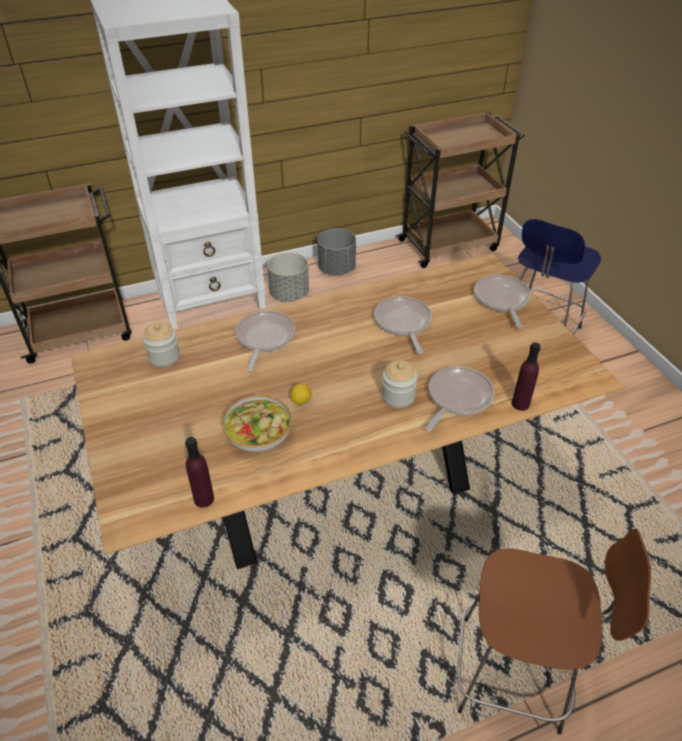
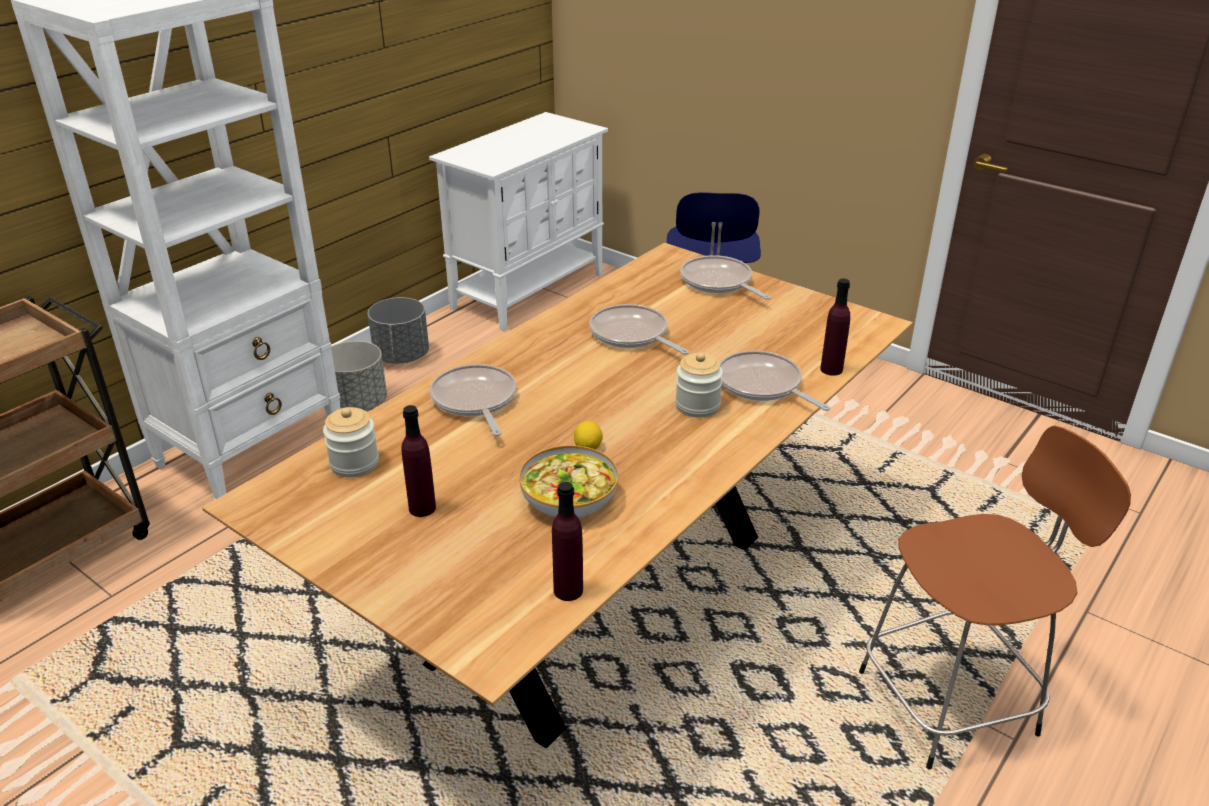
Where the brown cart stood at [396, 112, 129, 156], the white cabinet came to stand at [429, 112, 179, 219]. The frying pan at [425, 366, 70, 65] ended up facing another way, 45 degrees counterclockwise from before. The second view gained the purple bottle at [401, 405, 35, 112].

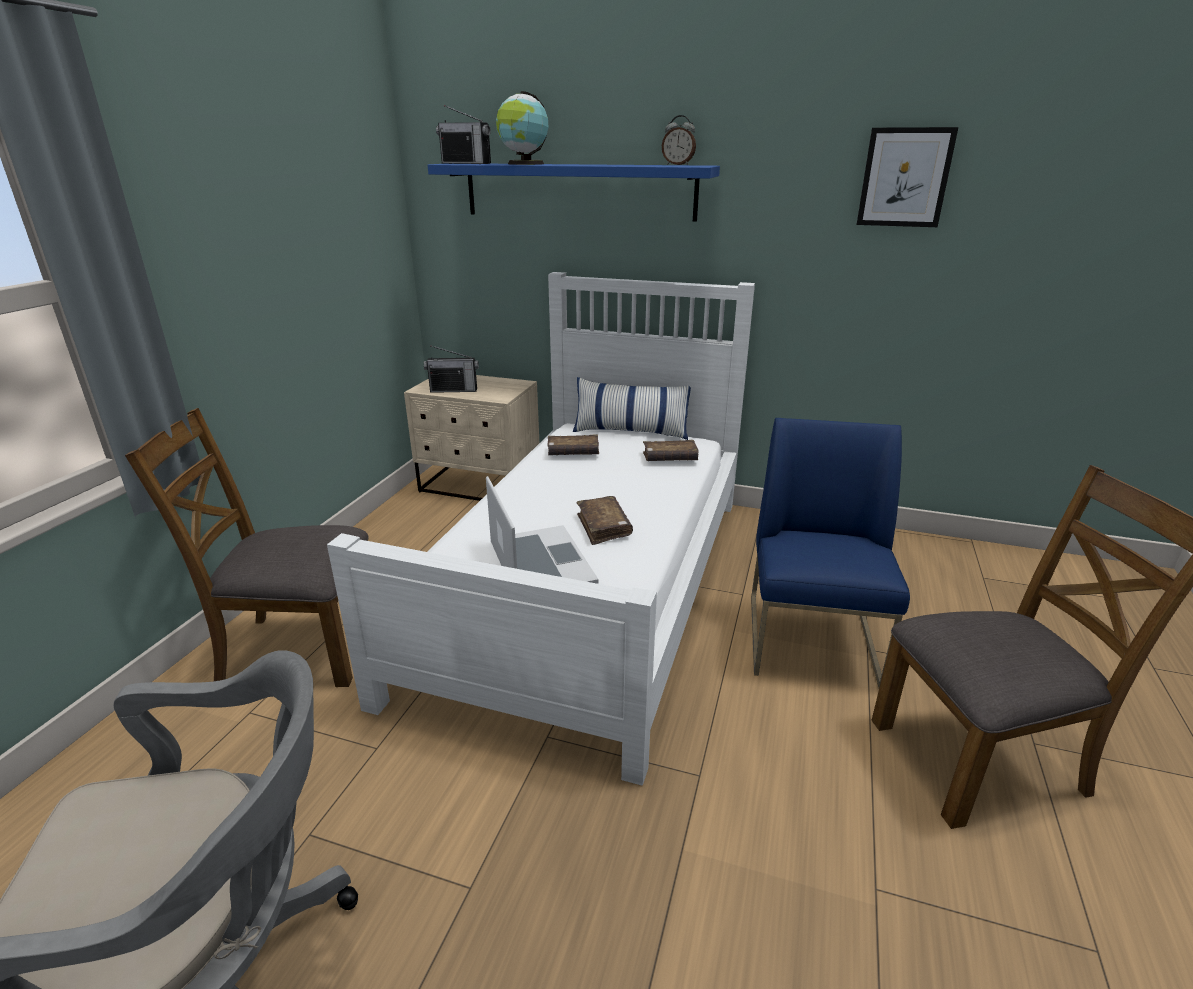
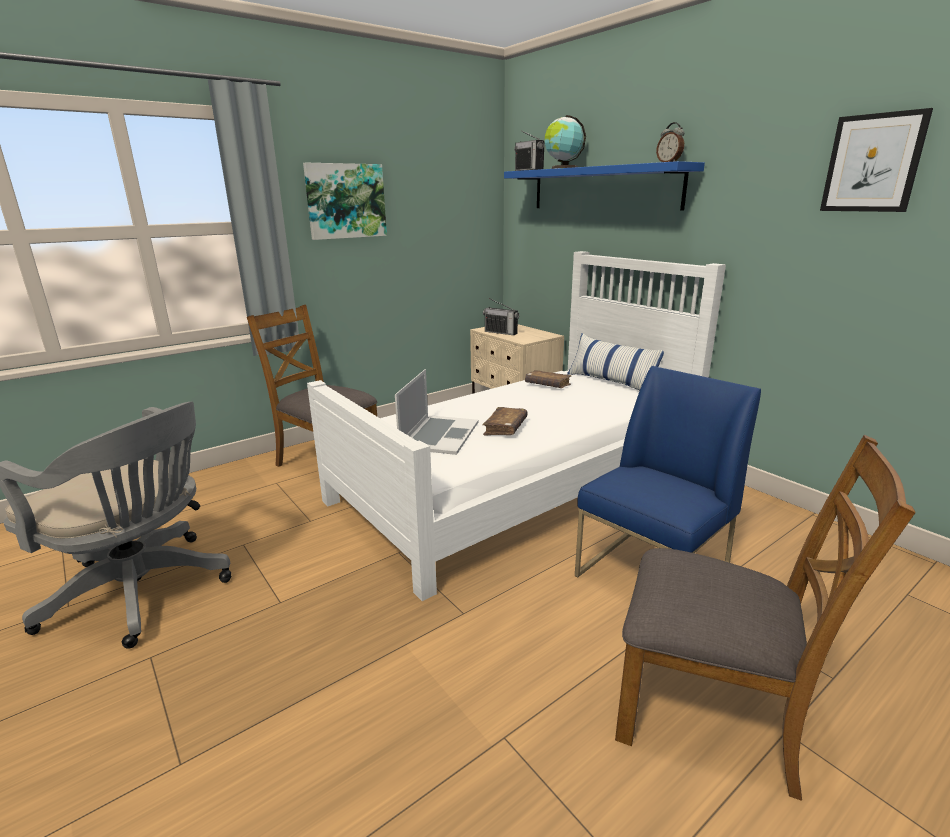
The second view lost the brown book at [643, 440, 56, 21]. The second view gained the picture at [303, 163, 84, 77].

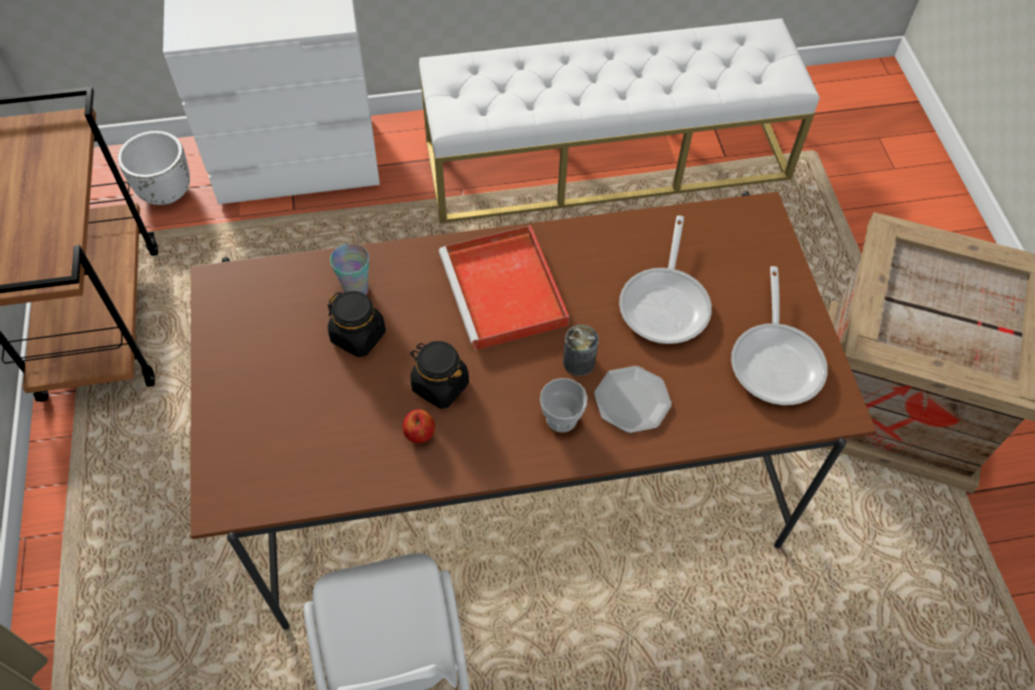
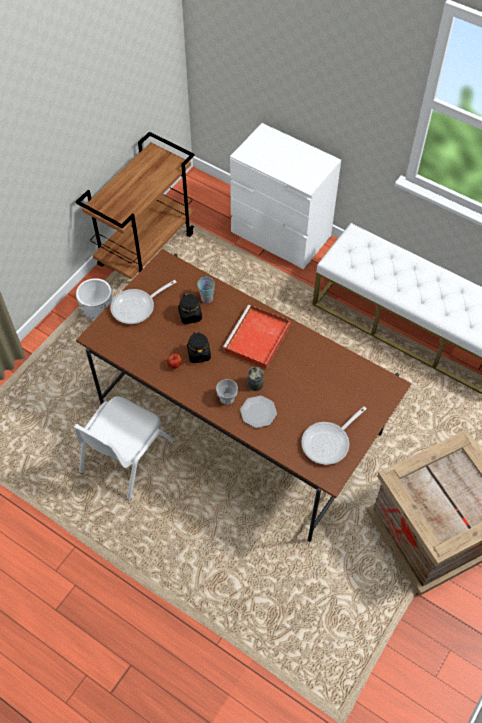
The white planter ended up elsewhere, having gone from [118, 131, 72, 74] to [76, 278, 37, 41]. The frying pan ended up elsewhere, having gone from [619, 215, 93, 129] to [110, 280, 66, 44].

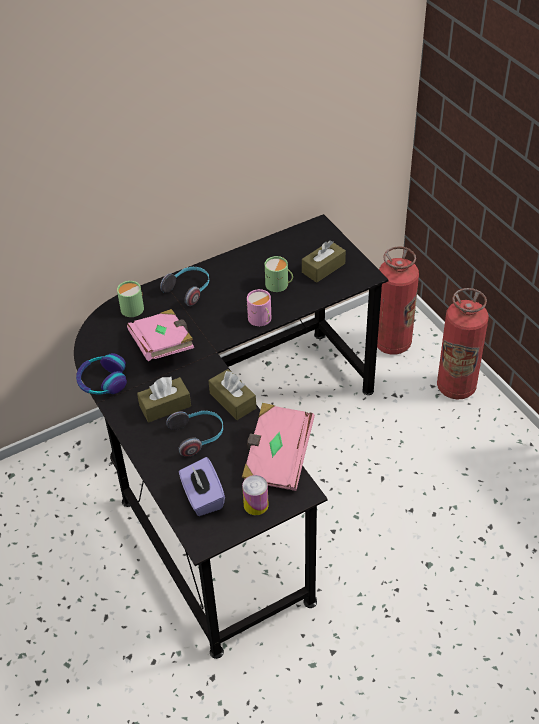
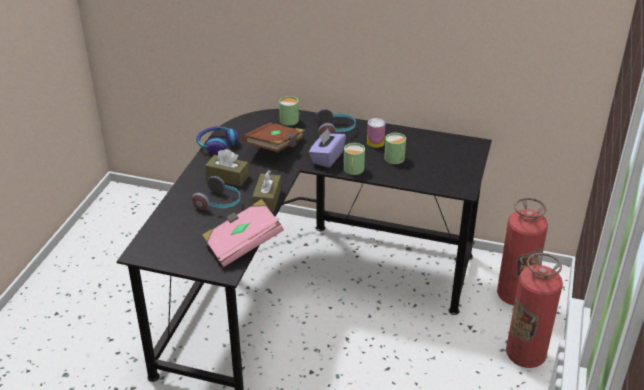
What was the pink book at [127, 309, 67, 52] turned into the brown book at [242, 122, 63, 30]. The purple tissue box ended up elsewhere, having gone from [179, 457, 46, 59] to [309, 128, 37, 40]. The can ended up elsewhere, having gone from [242, 475, 27, 40] to [367, 118, 19, 30]. What was the pink mug at [246, 289, 25, 37] turned into the green mug at [343, 143, 22, 32]. The second view lost the brown tissue box at [302, 240, 44, 43].

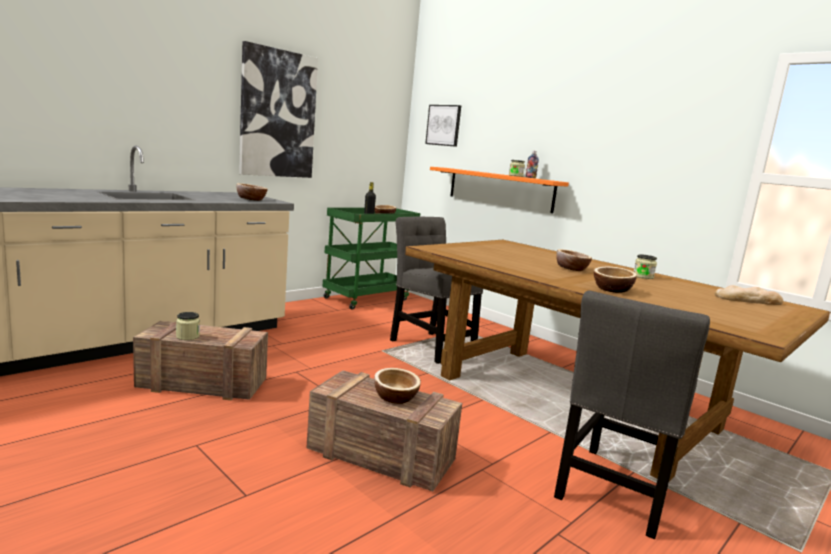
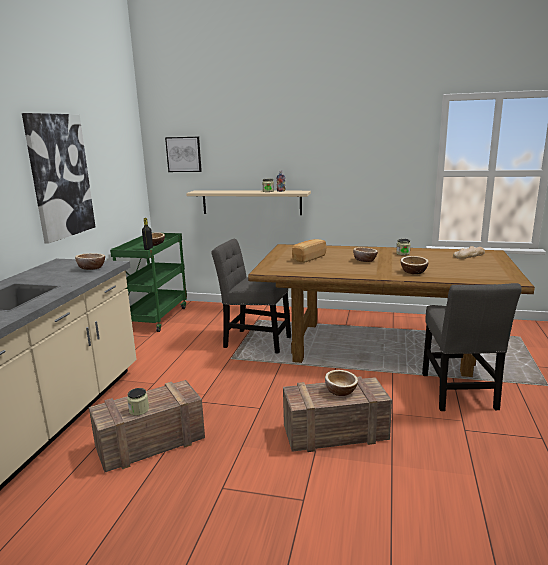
What was the orange shelf at [430, 167, 139, 46] turned into the beige shelf at [186, 190, 125, 25]. The second view gained the bread at [292, 239, 34, 24].

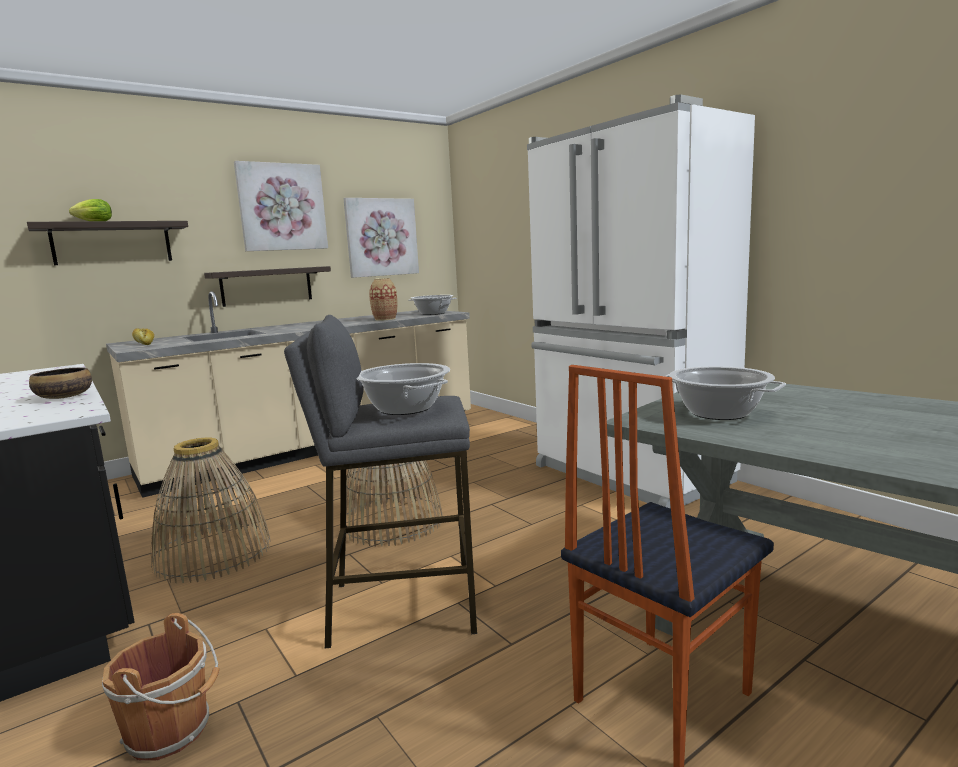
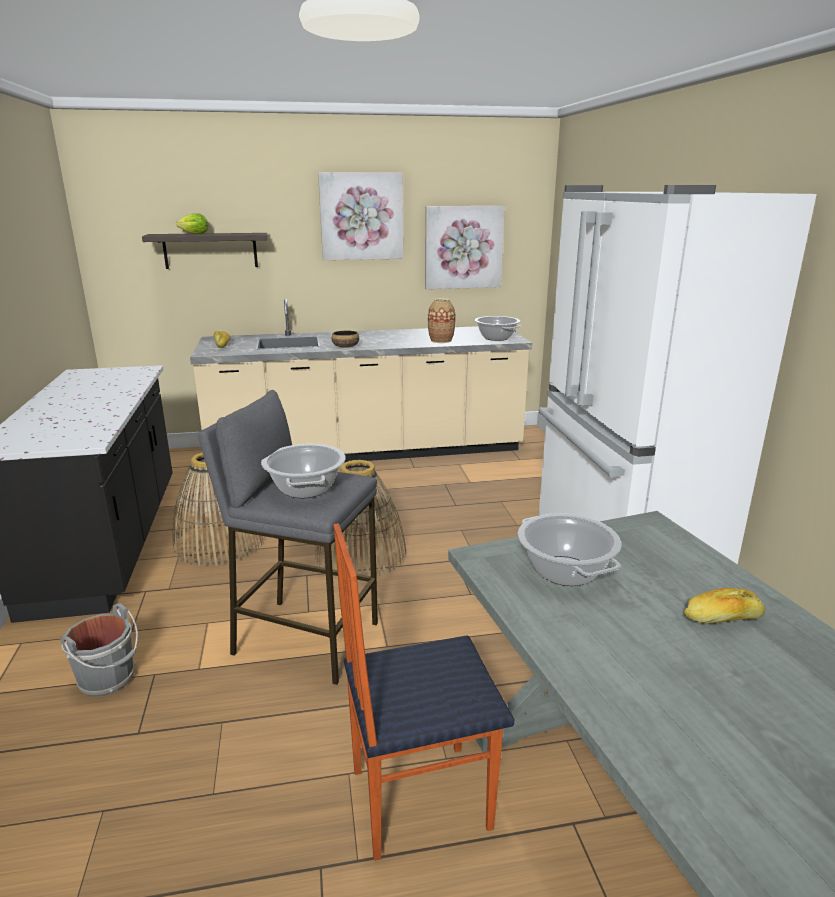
The bowl ended up elsewhere, having gone from [29, 368, 63, 31] to [332, 331, 27, 17]. What was the brown bucket at [102, 613, 118, 148] turned into the grey bucket at [60, 603, 78, 94]. The second view lost the shelf at [204, 266, 127, 41]. The second view gained the bread at [684, 588, 81, 36].

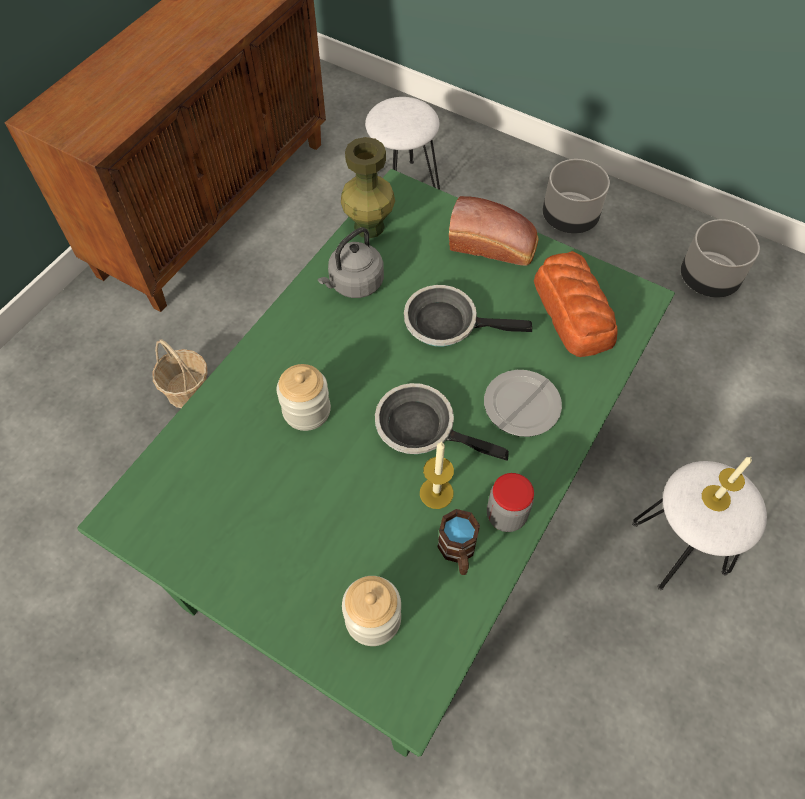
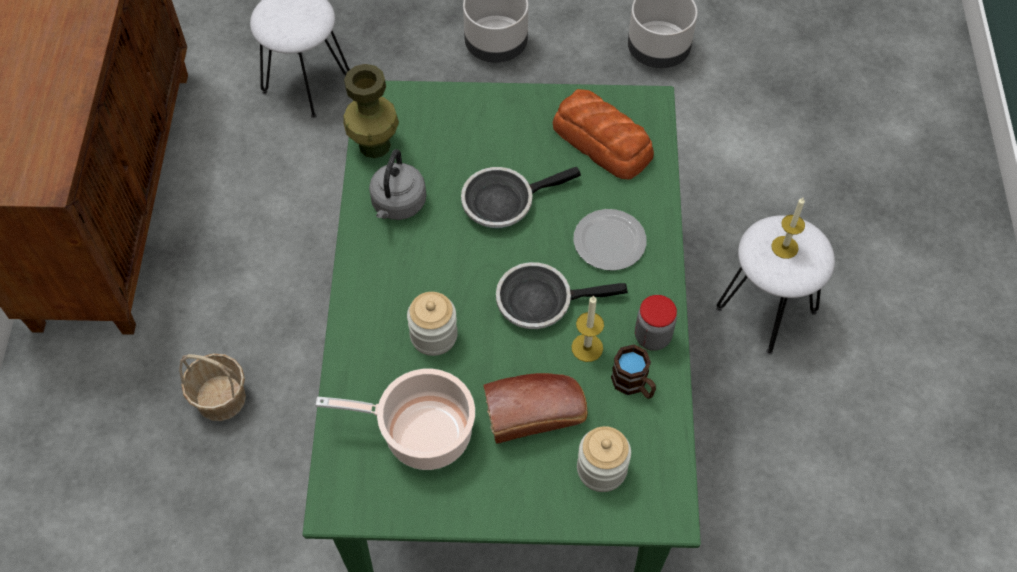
The bread ended up elsewhere, having gone from [449, 196, 89, 70] to [483, 373, 105, 71]. The second view gained the cooking pot at [316, 369, 159, 101].

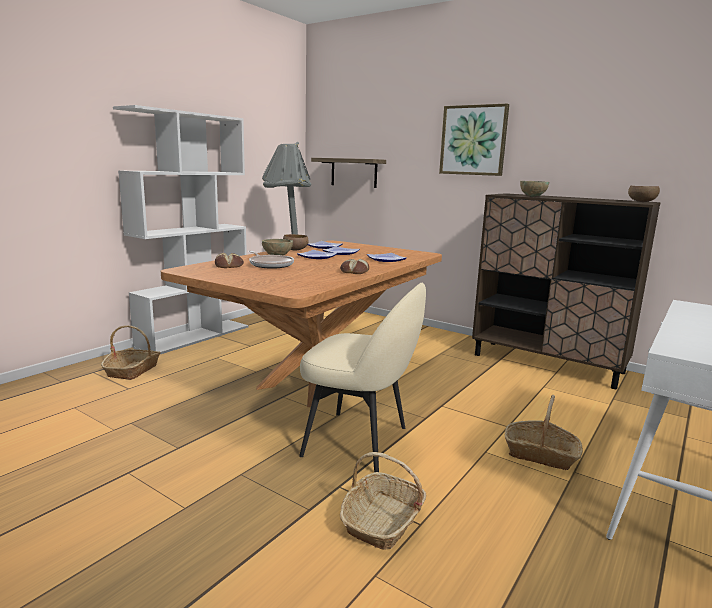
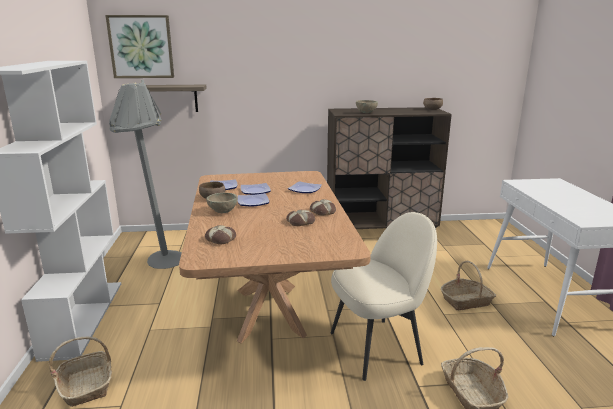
The second view lost the frying pan at [248, 251, 46, 18]. The picture ended up elsewhere, having gone from [439, 104, 70, 72] to [105, 15, 69, 63]. The second view gained the bread at [286, 210, 29, 16].

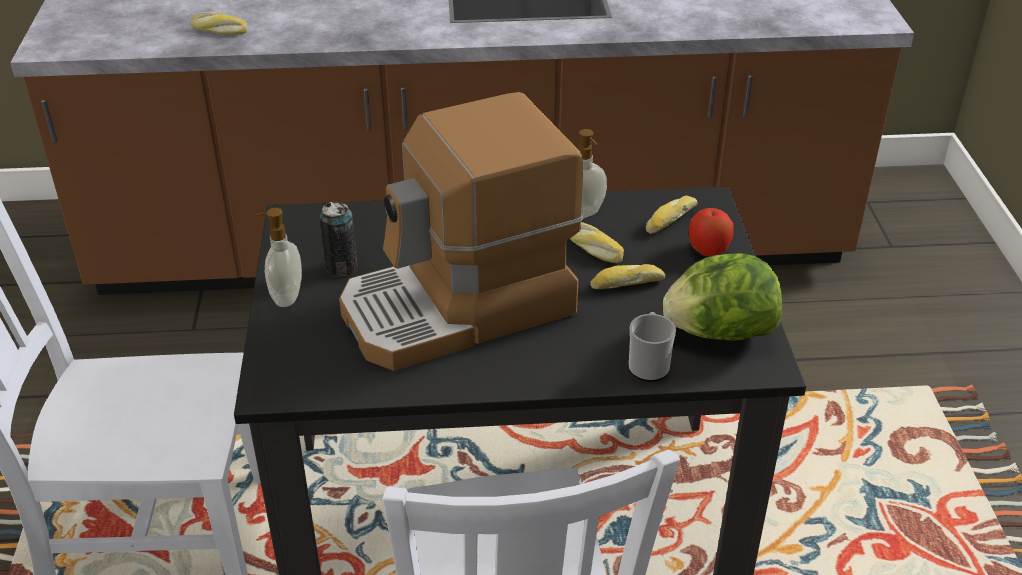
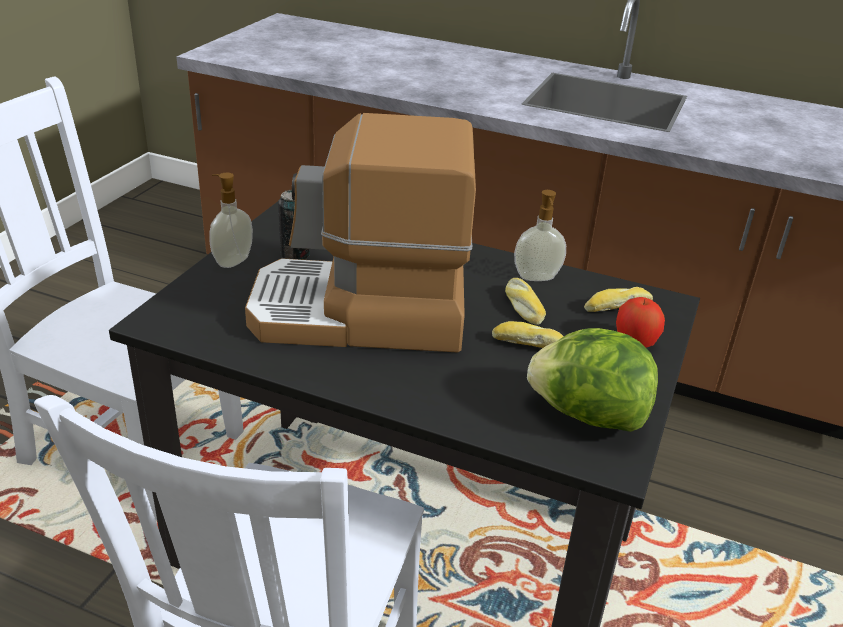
The second view lost the bread at [190, 12, 57, 23]. The second view lost the mug at [629, 312, 47, 70].

